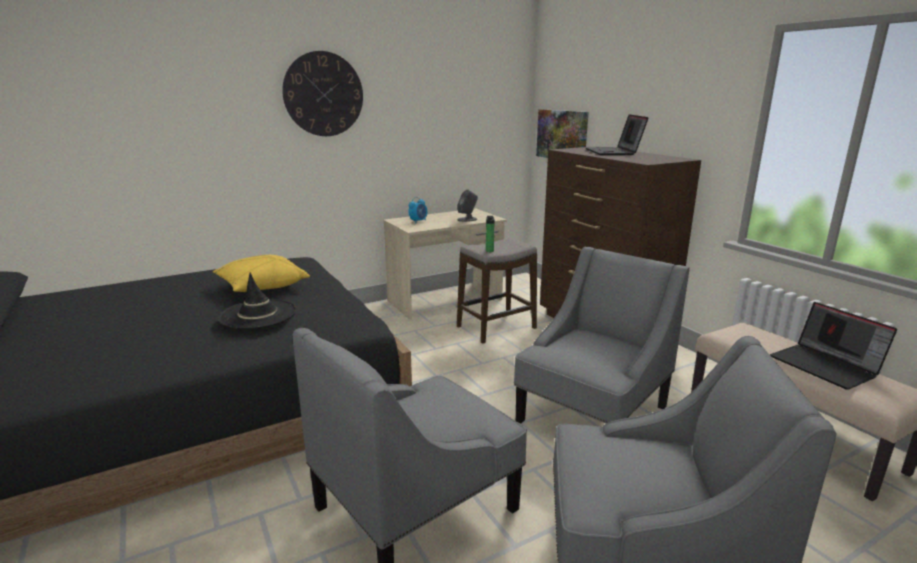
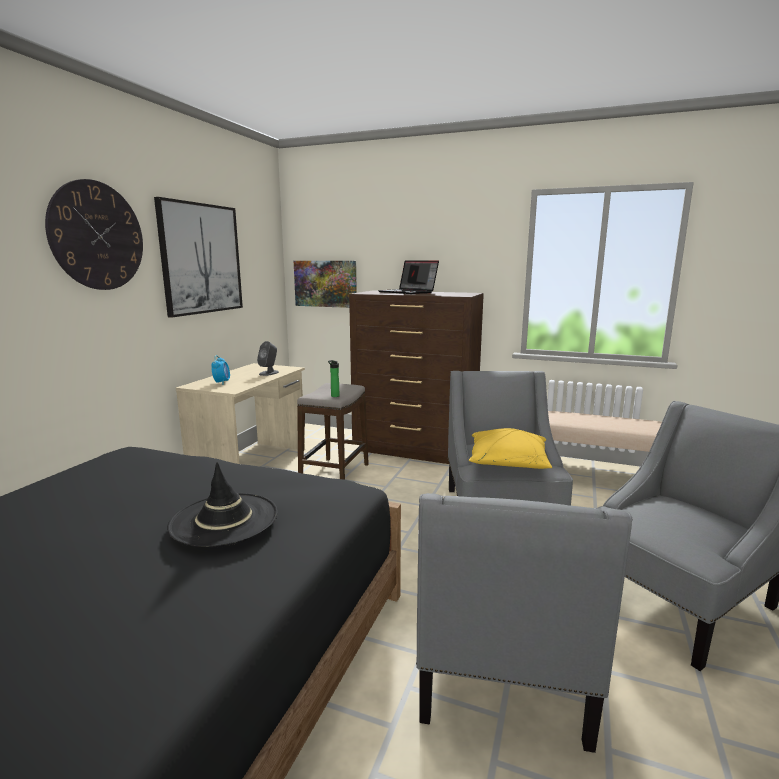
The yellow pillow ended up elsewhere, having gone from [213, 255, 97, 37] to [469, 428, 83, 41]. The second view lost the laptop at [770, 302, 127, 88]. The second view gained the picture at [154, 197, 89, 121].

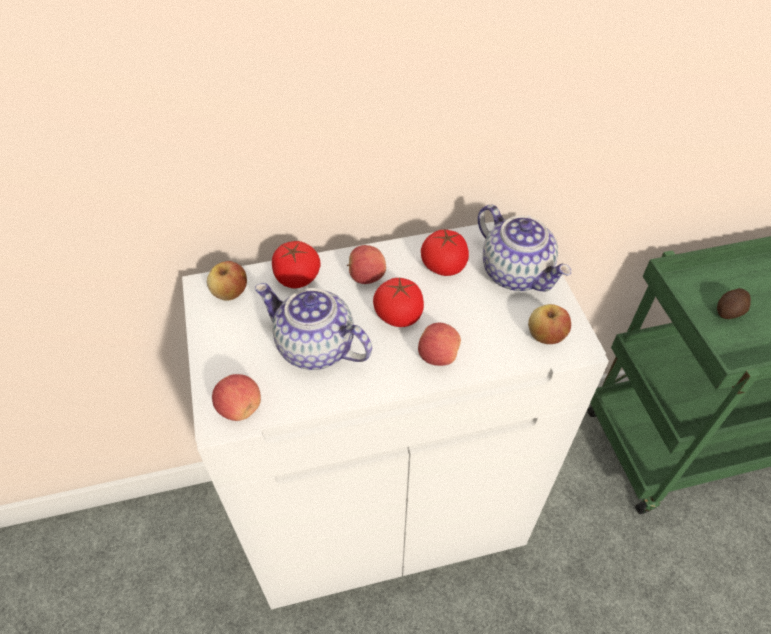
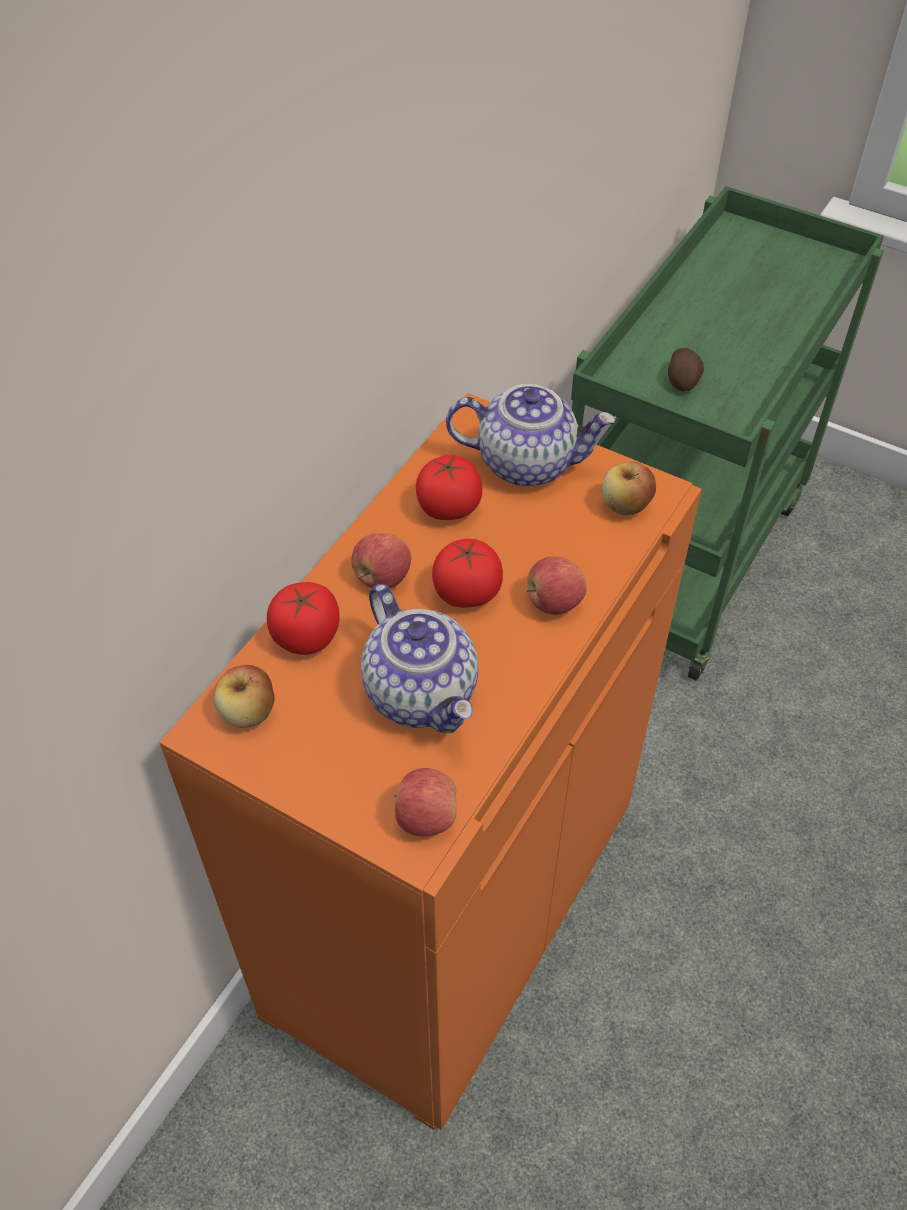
What was the white cabinet at [182, 215, 427, 395] turned into the orange cabinet at [160, 393, 542, 737]. The teapot at [255, 283, 117, 87] ended up facing another way, 105 degrees counterclockwise from before.

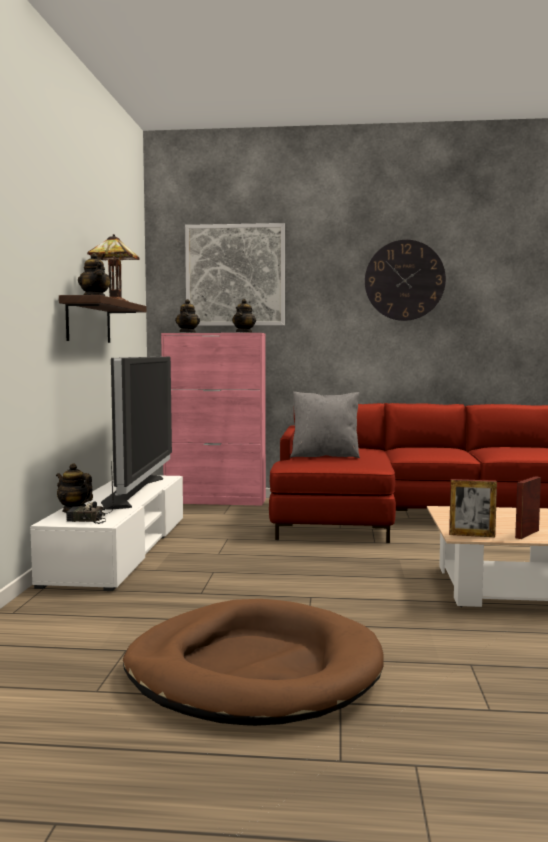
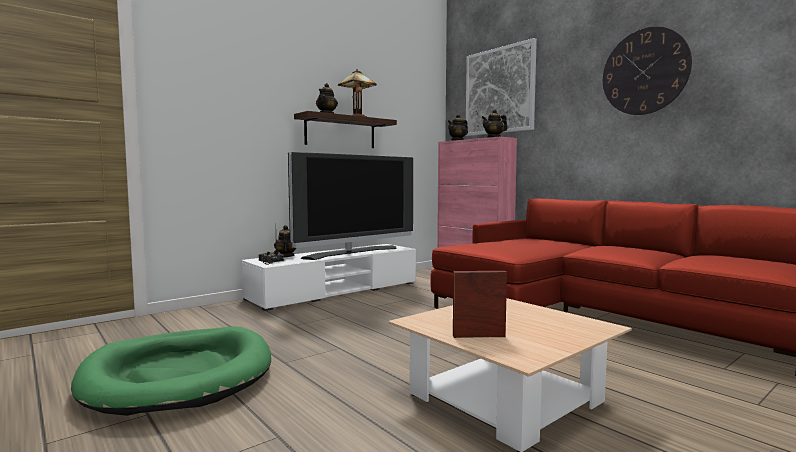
What was the brown dog bed at [123, 599, 261, 127] turned into the green dog bed at [71, 326, 200, 90]. The second view lost the grey pillow at [290, 392, 70, 66]. The second view lost the picture frame at [449, 479, 48, 58].

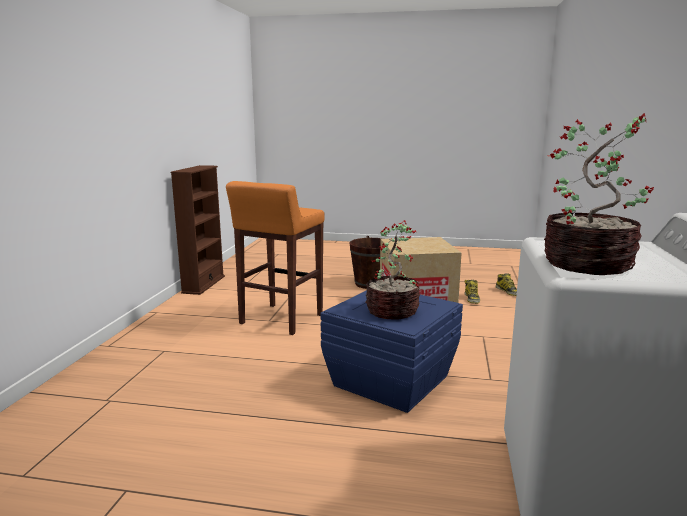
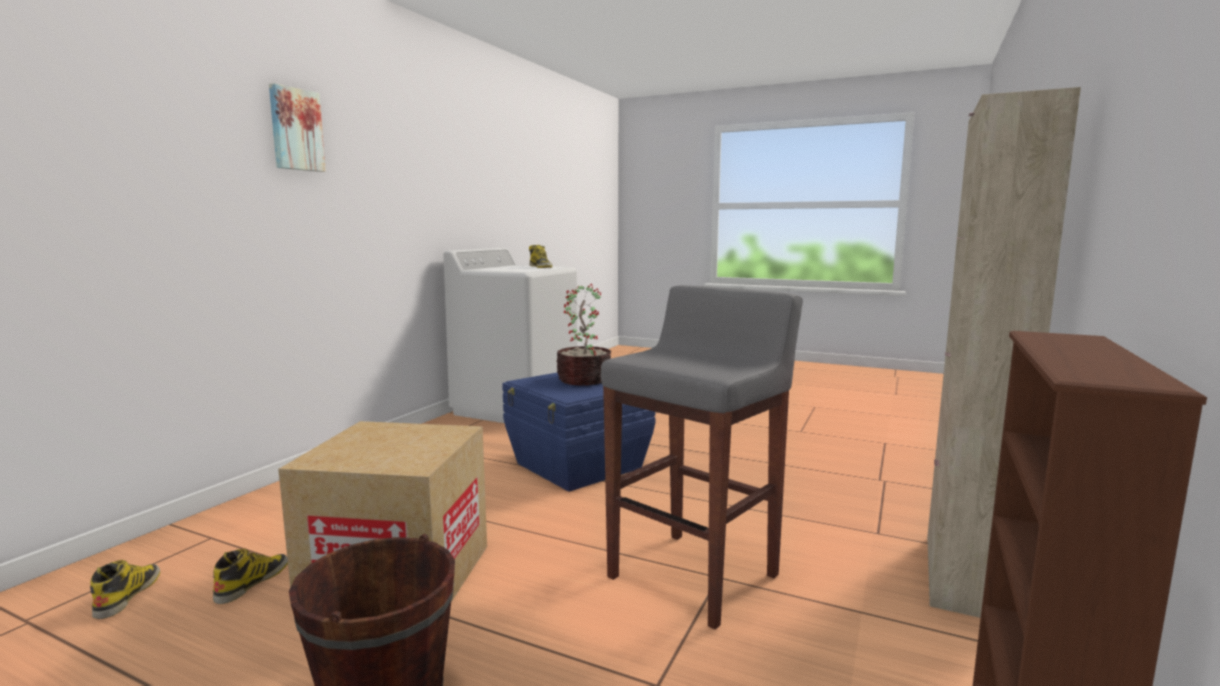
What was the orange stool at [226, 181, 99, 154] turned into the grey stool at [601, 285, 202, 345]. Where the potted plant stood at [544, 113, 110, 162], the boot came to stand at [529, 245, 23, 23]. The second view gained the picture at [269, 83, 57, 89]. The second view gained the beige cabinet at [927, 87, 154, 531].

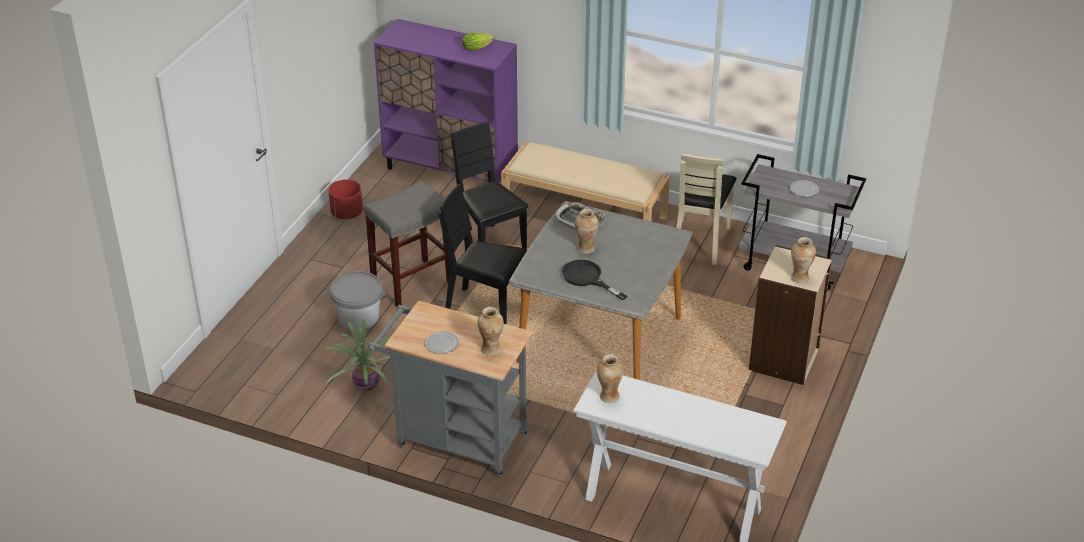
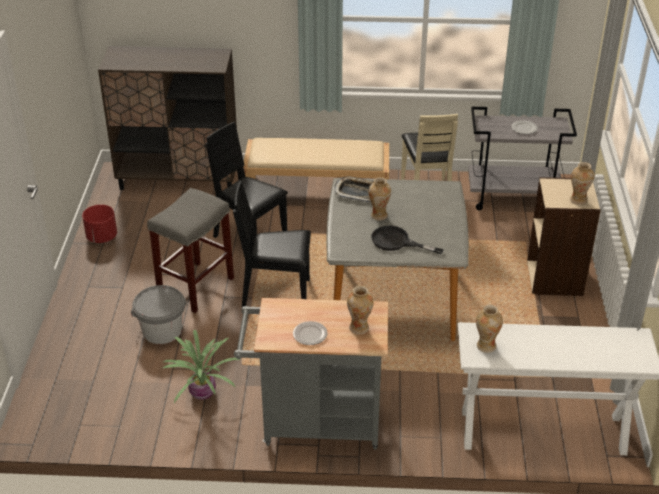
What was the purple cabinet at [374, 19, 144, 164] turned into the brown cabinet at [98, 46, 139, 144]. The second view lost the lettuce at [462, 32, 32, 19].

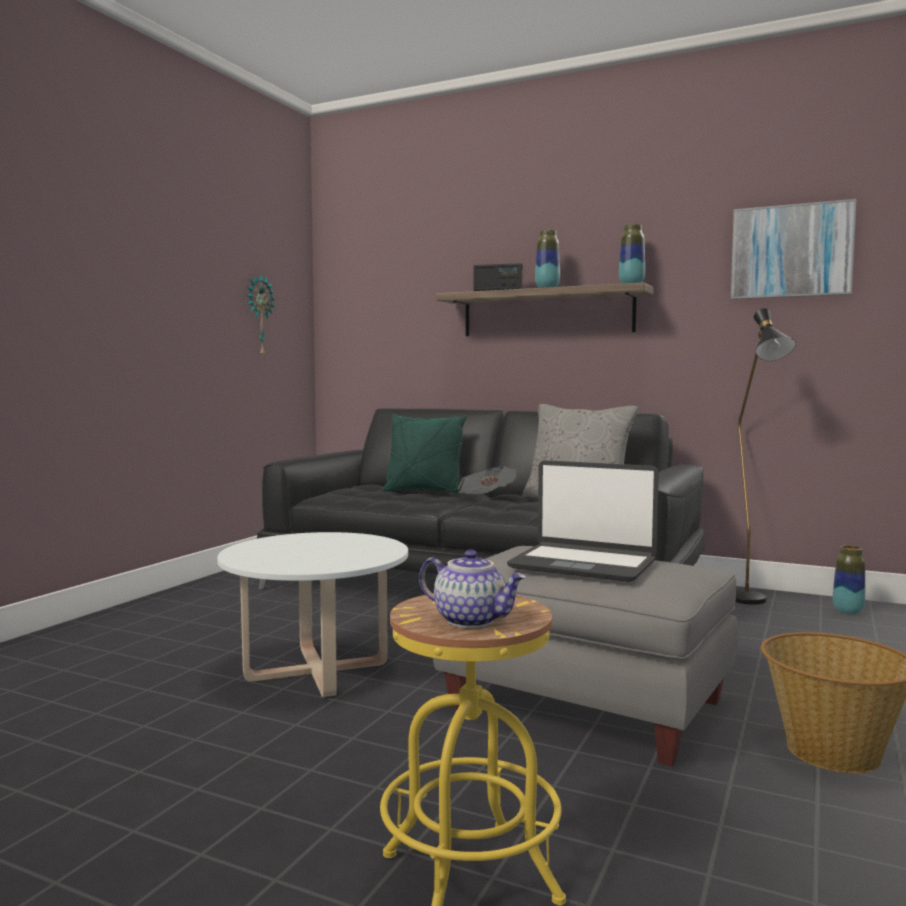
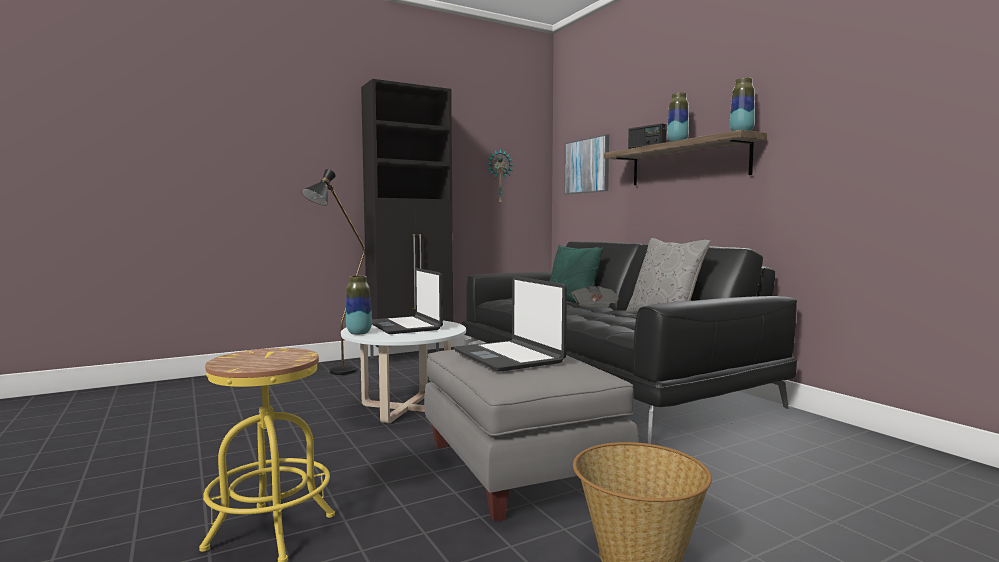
The second view lost the teapot at [419, 550, 107, 78]. The picture ended up elsewhere, having gone from [731, 199, 125, 100] to [564, 134, 45, 60]. The black floor lamp ended up elsewhere, having gone from [736, 308, 60, 297] to [301, 169, 64, 206]. The vase ended up elsewhere, having gone from [833, 546, 32, 68] to [346, 276, 26, 59]. The second view gained the black cabinet at [361, 79, 92, 280]. The second view gained the laptop at [372, 268, 71, 66].

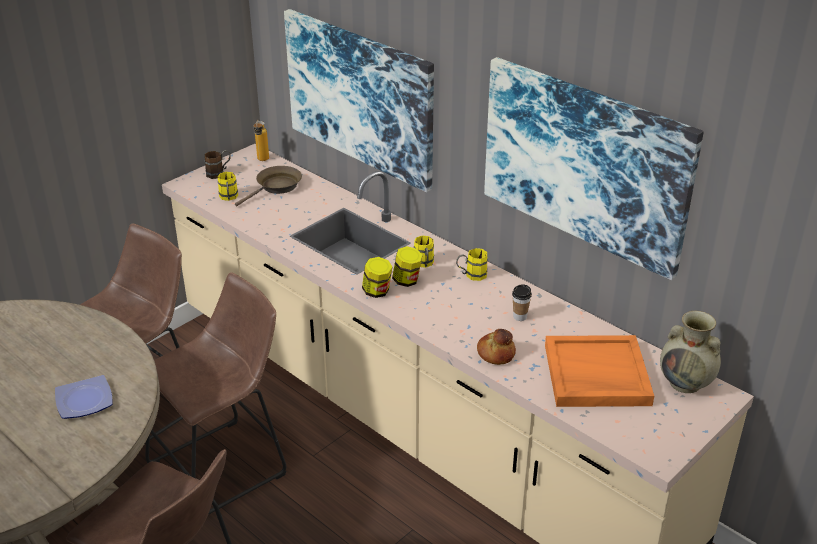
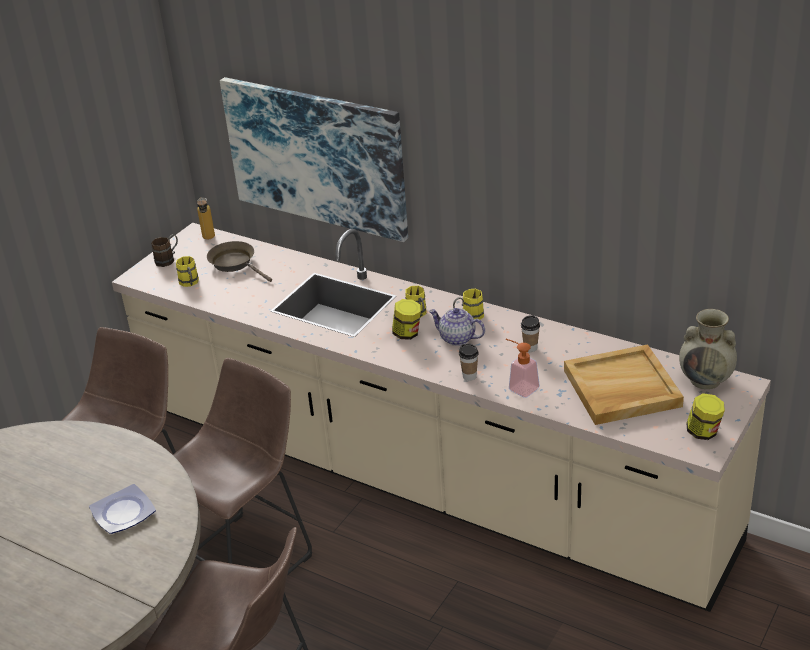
The brown frying pan at [235, 166, 67, 40] ended up facing another way, 75 degrees counterclockwise from before. The jar ended up elsewhere, having gone from [362, 257, 30, 41] to [686, 393, 39, 47]. Where the bread stood at [477, 329, 39, 36], the soap dispenser came to stand at [506, 339, 34, 59]. The second view lost the picture at [484, 57, 220, 223]. What was the orange tray at [545, 335, 109, 72] turned into the beige tray at [564, 344, 120, 81]. The second view gained the teapot at [429, 308, 56, 38]. The second view gained the cup at [459, 343, 20, 38].

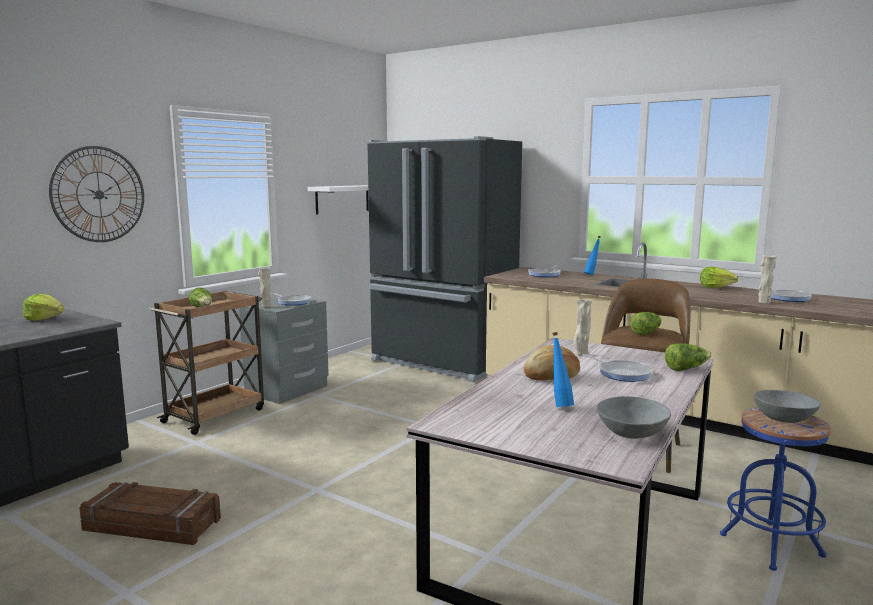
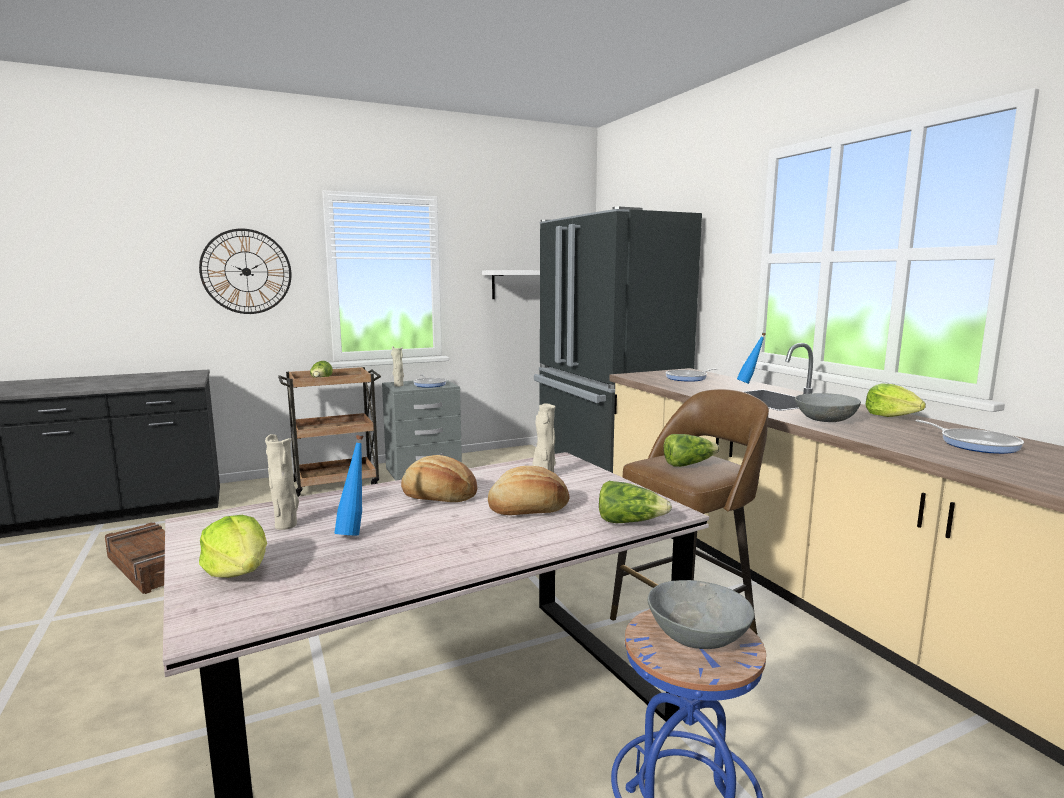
The lettuce ended up elsewhere, having gone from [23, 294, 41, 27] to [199, 515, 68, 63]. Where the frying pan stood at [582, 354, 71, 28], the bread came to stand at [488, 466, 82, 49]. The grey bowl ended up elsewhere, having gone from [596, 396, 75, 43] to [795, 393, 66, 29]. The beige vase ended up elsewhere, having gone from [758, 254, 19, 50] to [265, 434, 34, 96].

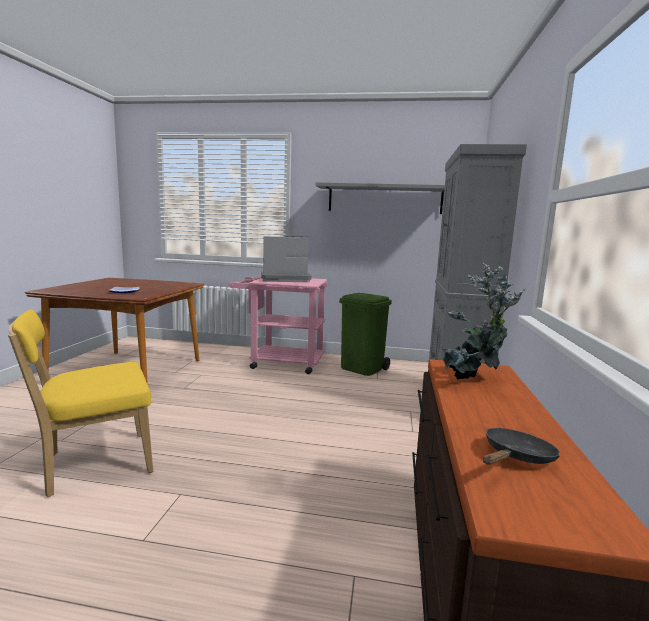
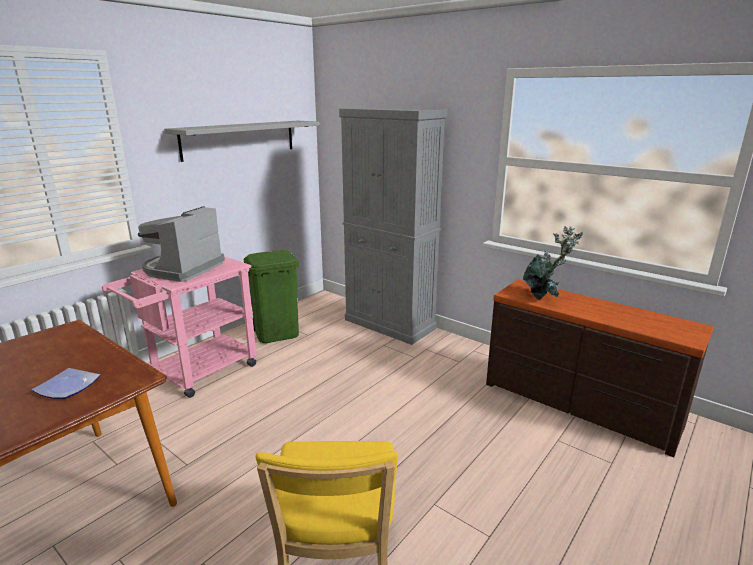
The second view lost the black frying pan at [483, 428, 77, 37].

